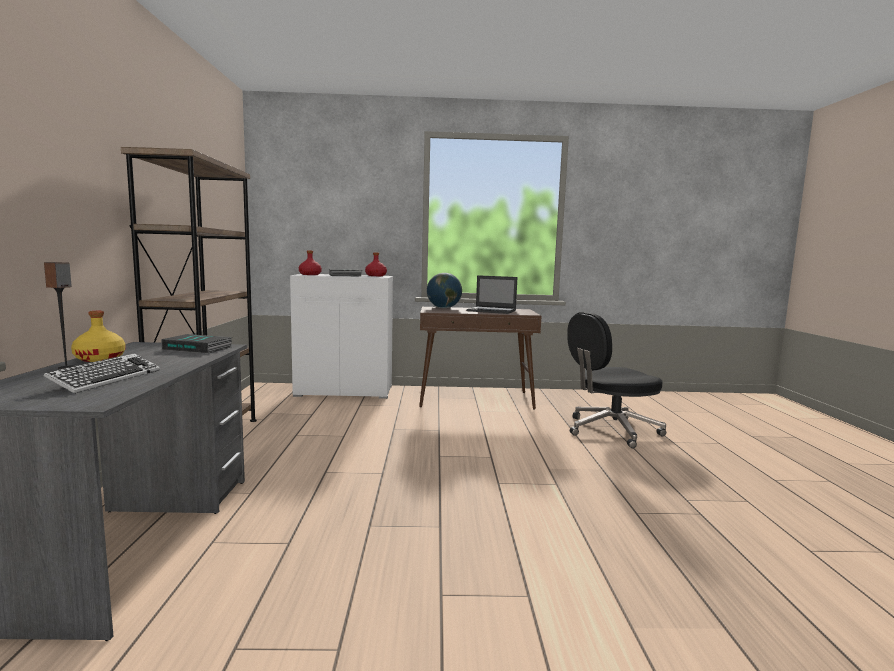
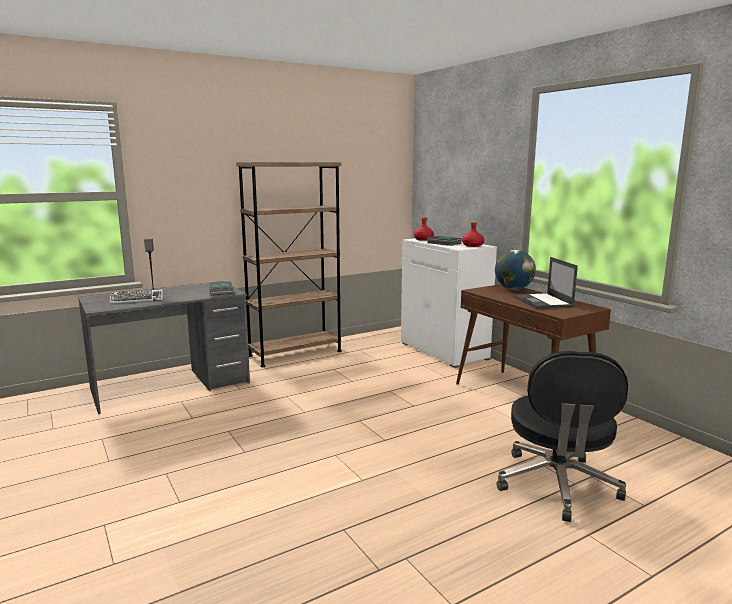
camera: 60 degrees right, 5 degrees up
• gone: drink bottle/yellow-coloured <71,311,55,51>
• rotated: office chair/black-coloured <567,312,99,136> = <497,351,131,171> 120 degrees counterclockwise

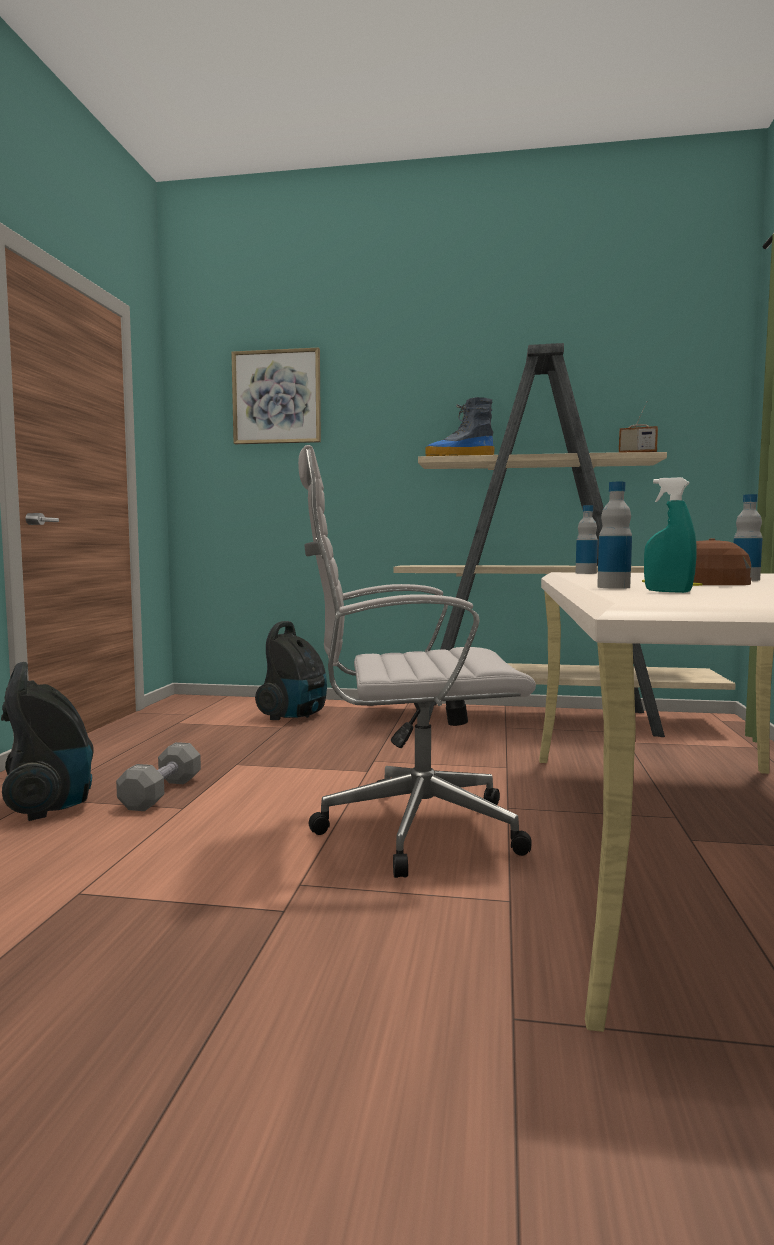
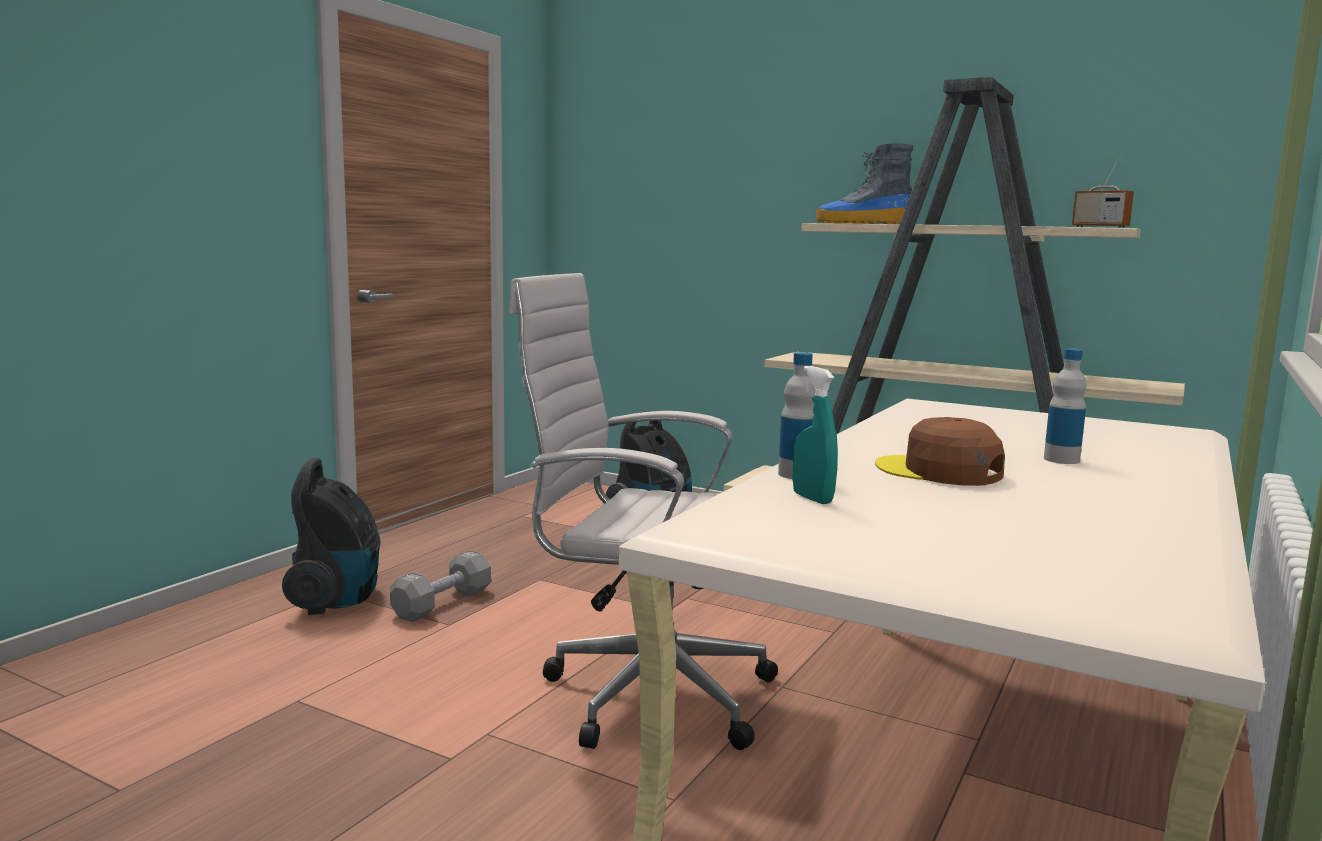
camera: 20 degrees right, 5 degrees up
• gone: wall art <231,348,90,96>
• gone: drink bottle <576,505,22,69>

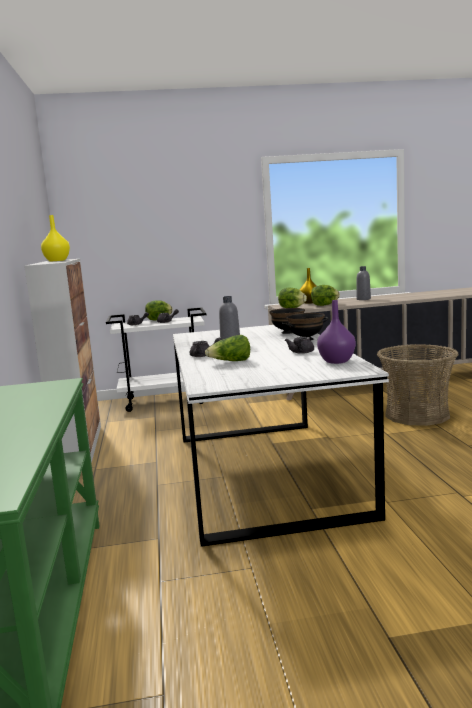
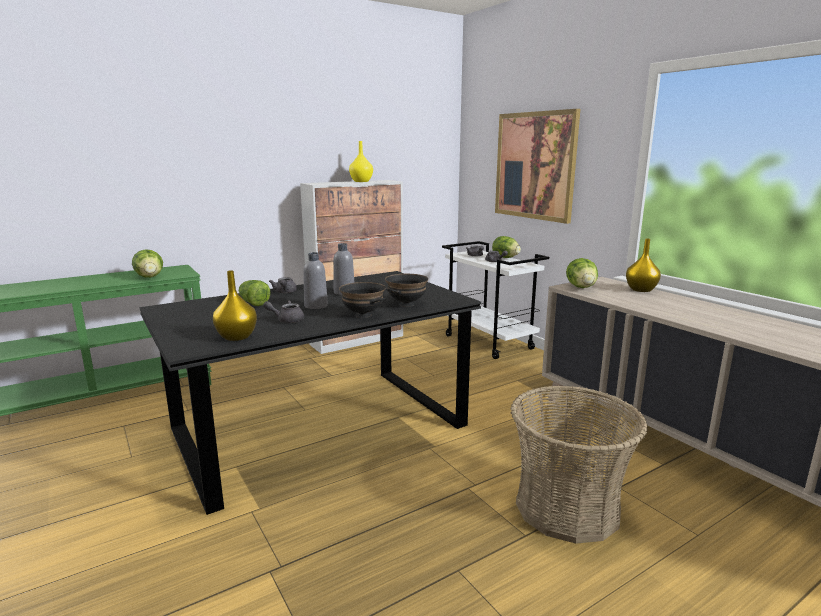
camera: 65 degrees right, 5 degrees up
• repainted: dining table/white-coloured <173,325,216,222> to dining table/black-coloured <140,271,341,244>
• shifted: lettuce <311,285,29,21> to <132,249,31,29>
• repainted: flower vase/purplish <317,300,39,64> to flower vase/yellow-coloured <213,270,44,71>
• shifted: drink bottle/grey <356,266,15,34> to <303,252,25,57>
• new: wall art <495,109,85,115>

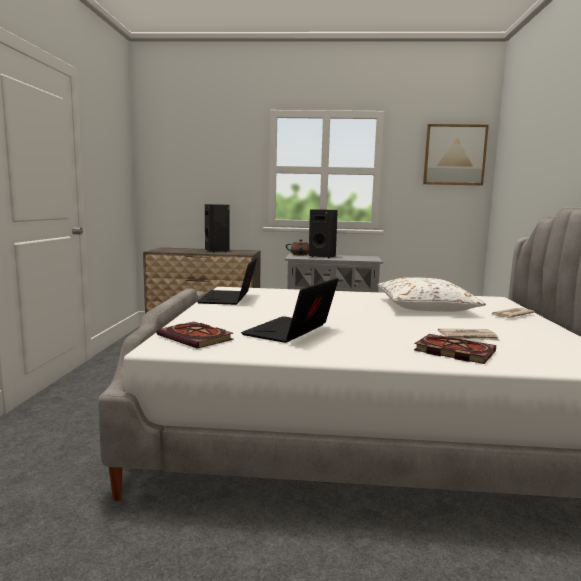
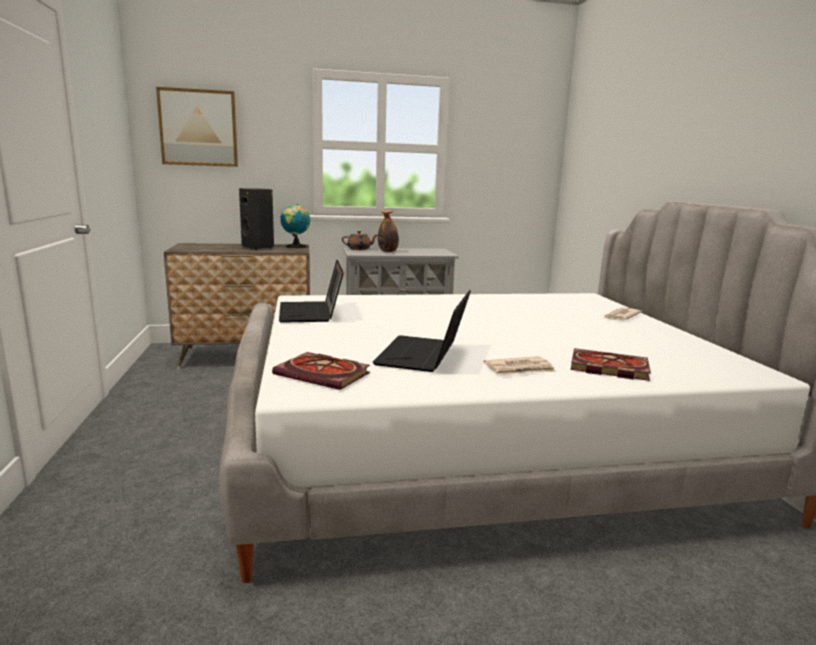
camera: 15 degrees left, 5 degrees up
• swapped: loudspeaker/black-coloured <309,209,29,50> to drink bottle <378,210,21,42>
• gone: throw pillow/white-coloured <377,277,109,35>
• shifted: wall art <423,124,66,61> to <156,87,82,80>
• shifted: daily paper <438,329,62,12> to <484,356,72,19>
• new: globe <281,204,29,44>

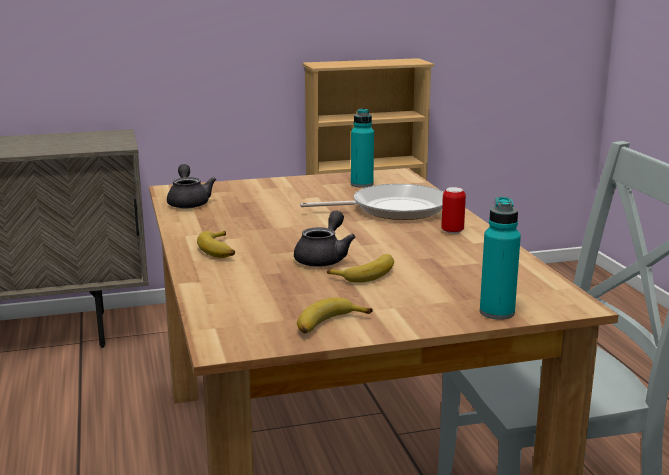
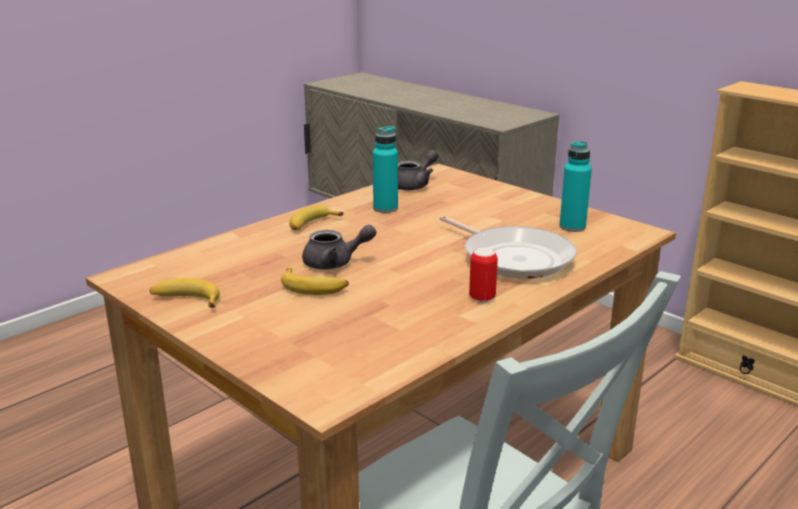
camera: 60 degrees right, 5 degrees up
• shifted: drink bottle/turquoise-coloured <480,197,41,123> to <373,126,25,87>

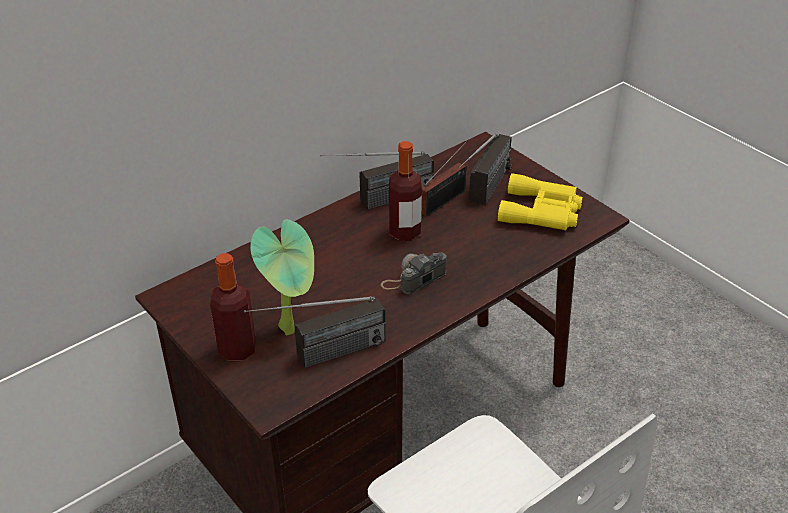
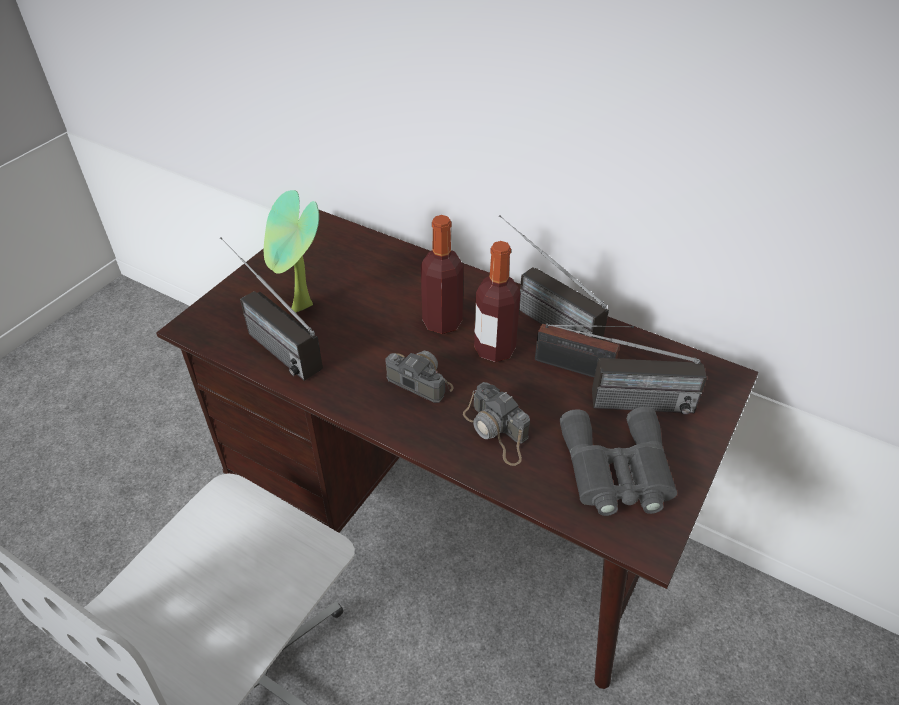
camera: 70 degrees right, 5 degrees up
• shifted: drink bottle <210,253,46,108> to <421,215,42,119>
• repainted: binoculars/yellow-coloured <498,173,85,57> to binoculars/grey <560,407,117,109>
• new: photo camera <463,382,67,84>

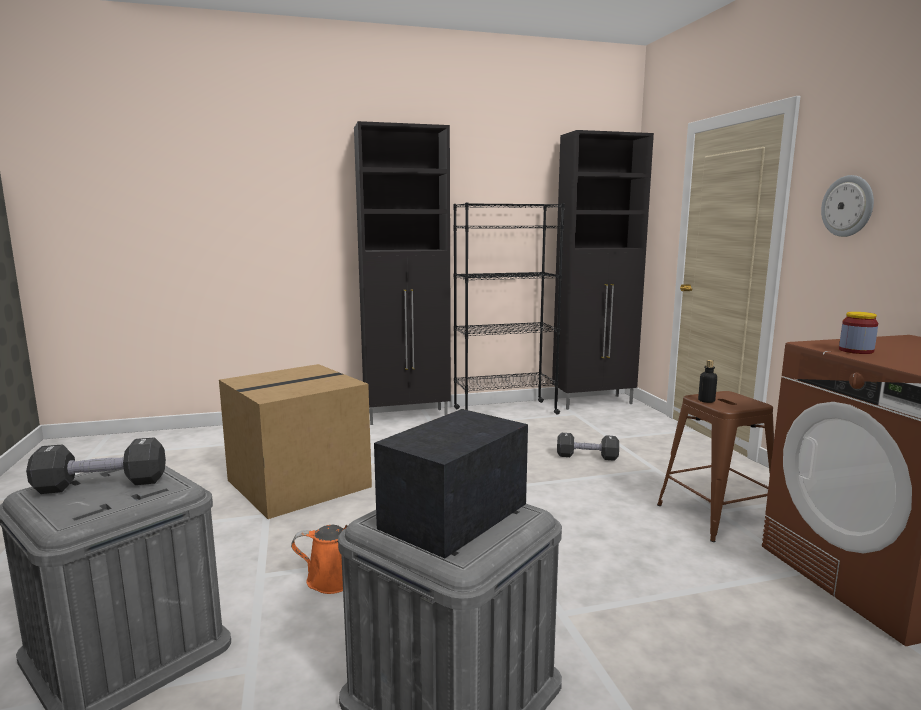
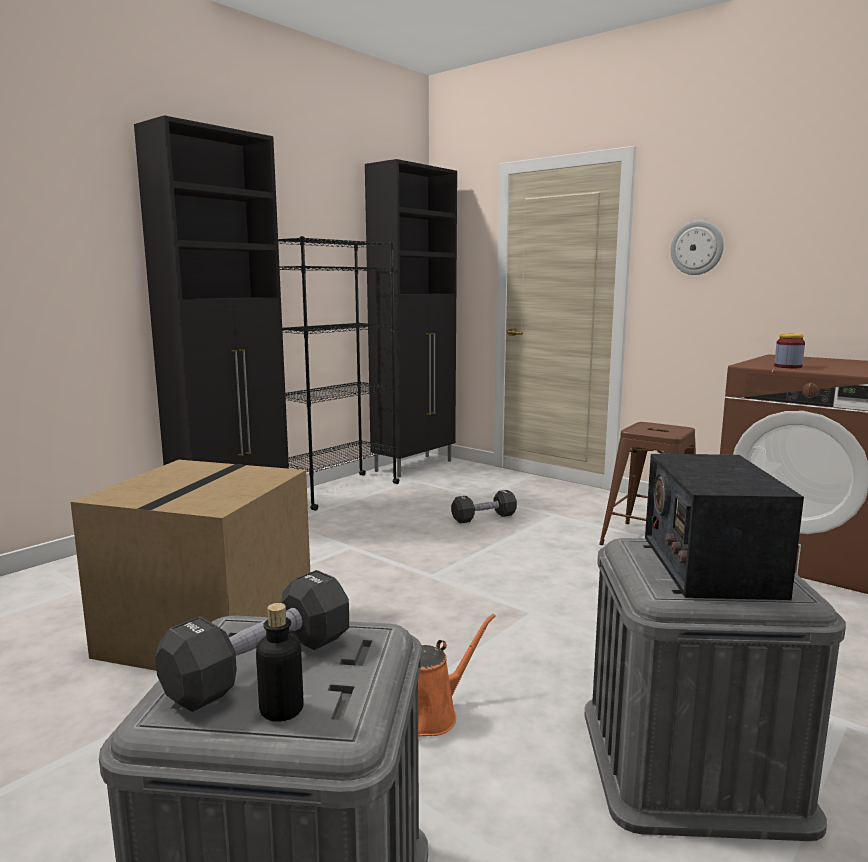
camera: 35 degrees left, 0 degrees up
• shifted: drink bottle <698,360,19,43> to <256,603,48,119>

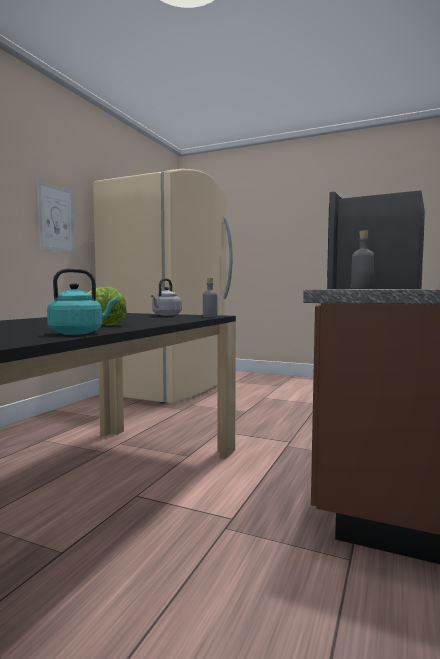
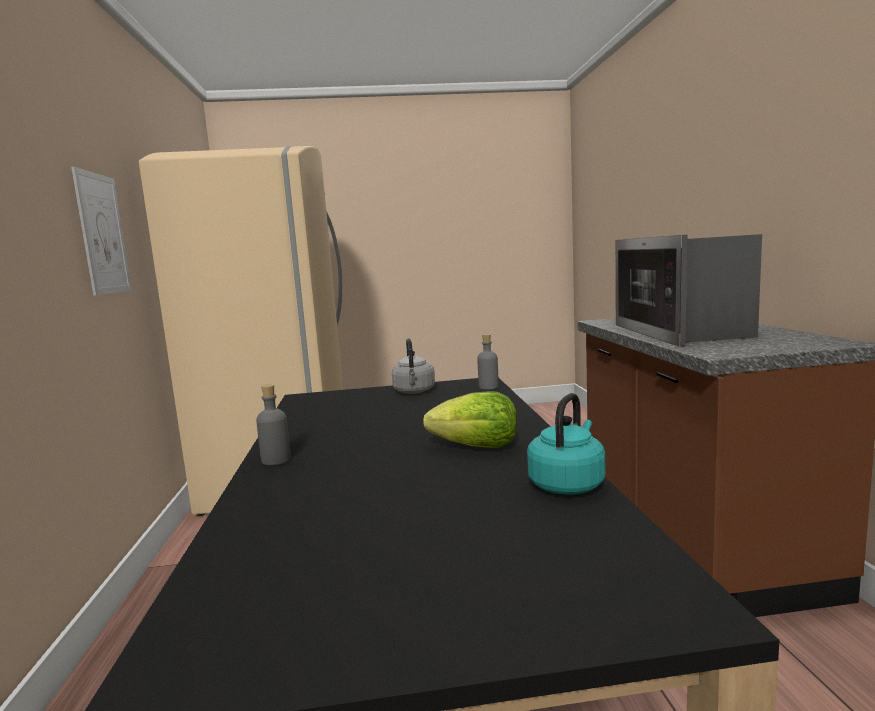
camera: 30 degrees left, 5 degrees up
• shifted: drink bottle/grey <351,230,24,59> to <256,384,35,81>

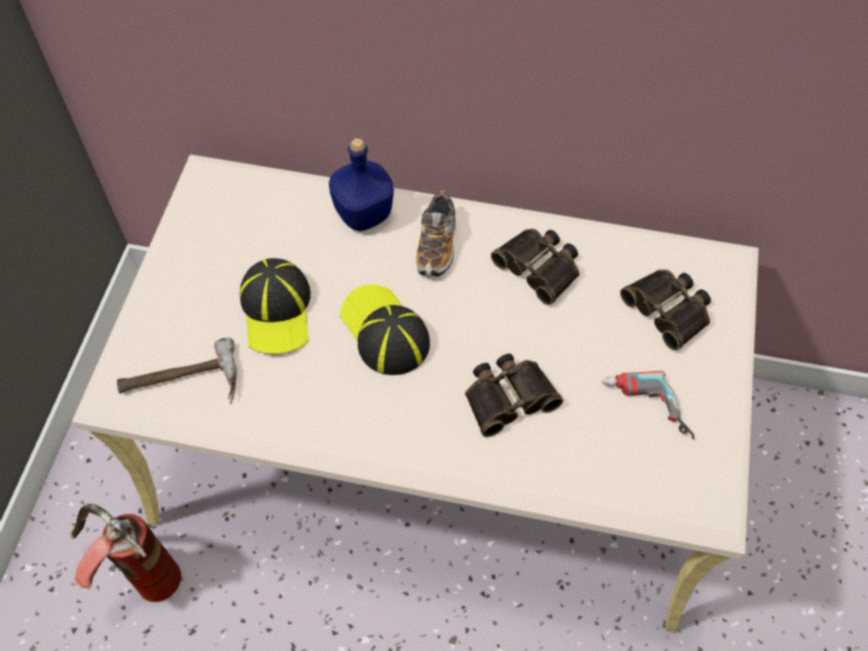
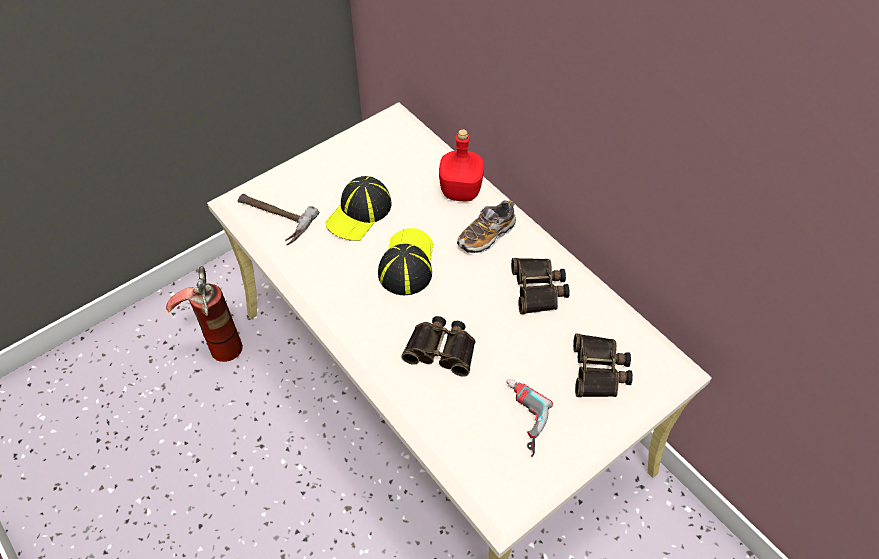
camera: 40 degrees right, 5 degrees down
• repainted: drink bottle/bluish <329,138,65,93> to drink bottle/red-coloured <439,129,45,72>

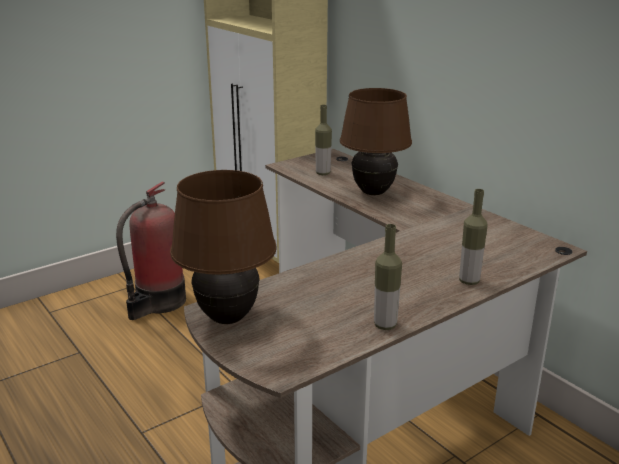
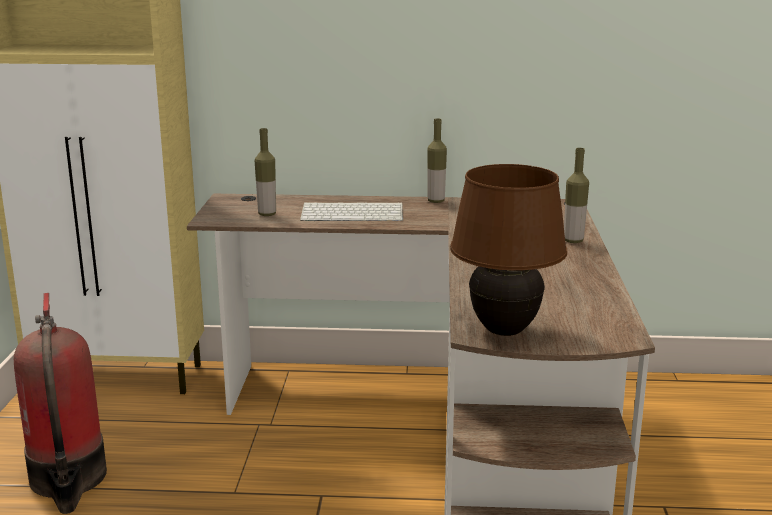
camera: 50 degrees left, 5 degrees down
• swapped: table lamp/brown <340,88,72,107> to keyboard <300,202,103,19>
• shifted: drink bottle <374,224,28,106> to <428,118,19,85>

